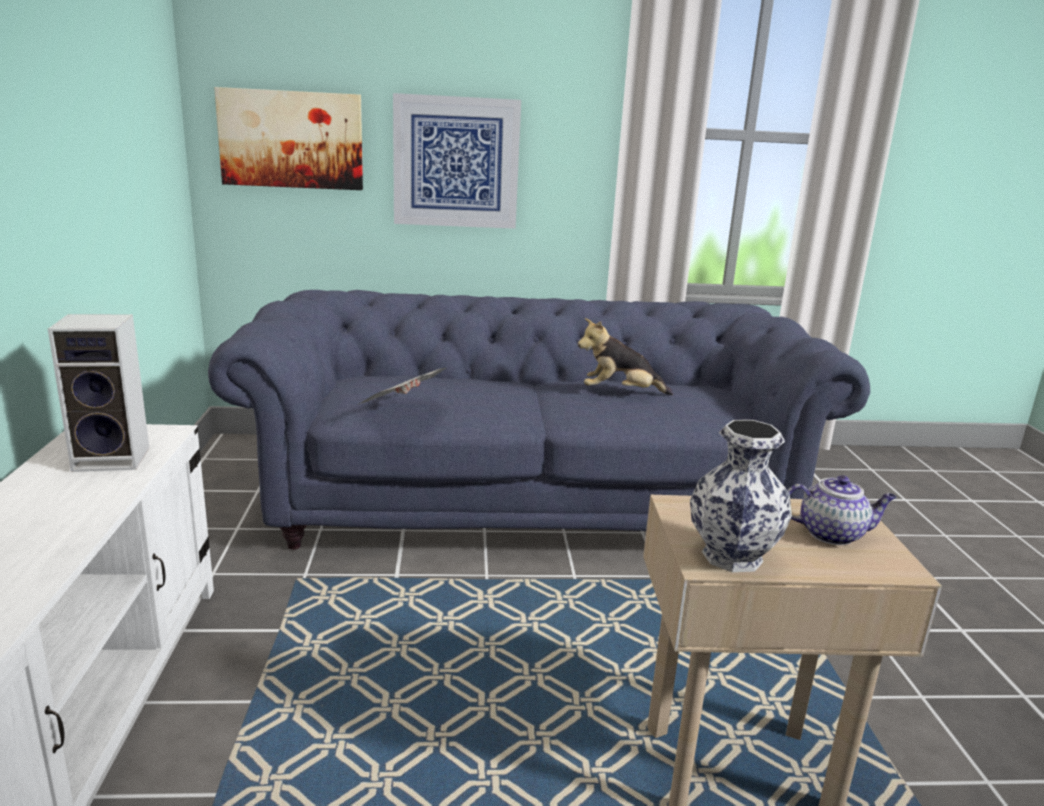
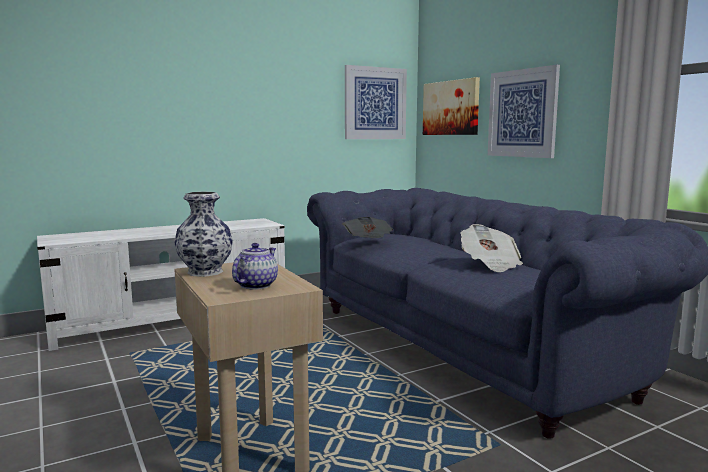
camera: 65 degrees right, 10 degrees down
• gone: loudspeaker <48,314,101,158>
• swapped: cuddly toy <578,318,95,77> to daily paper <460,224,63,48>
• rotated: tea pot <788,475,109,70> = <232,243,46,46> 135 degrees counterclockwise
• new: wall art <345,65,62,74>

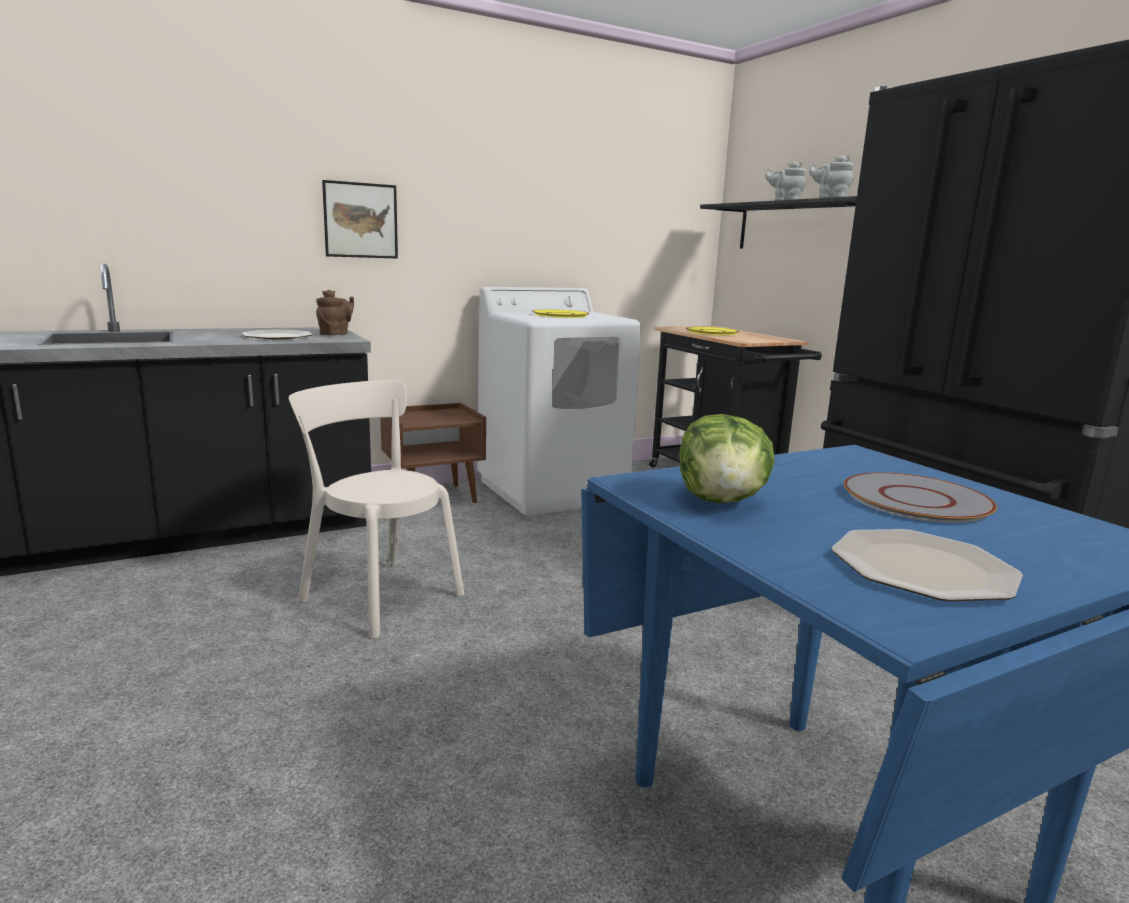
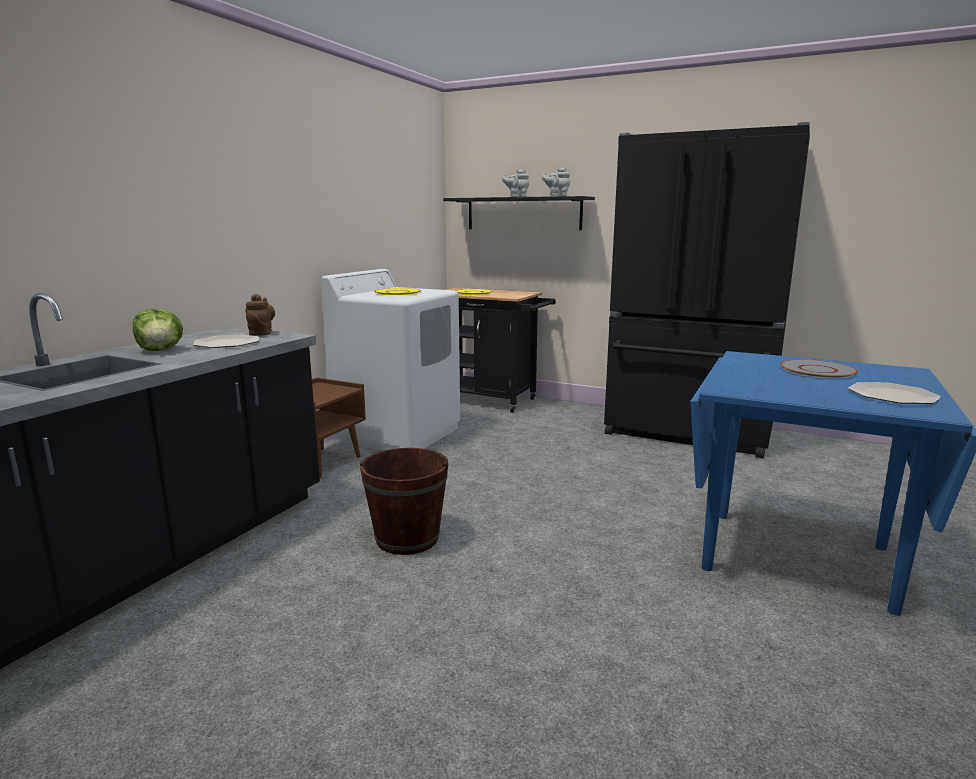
camera: 35 degrees left, 0 degrees up
• swapped: upright chair/beige-coloured <289,380,175,258> to pail/brown <360,448,89,107>
• gone: wall art <322,180,76,79>
• shifted: lettuce <679,414,96,89> to <133,309,50,42>

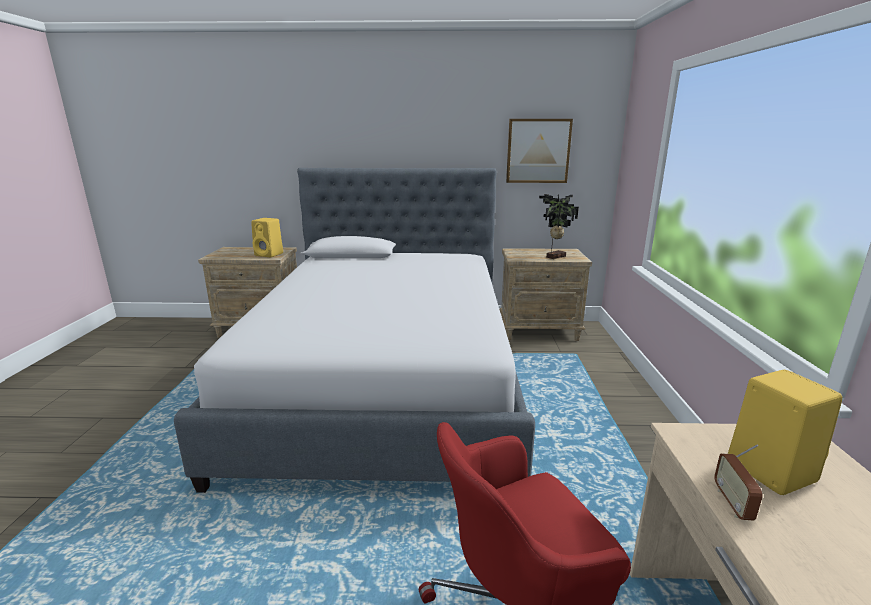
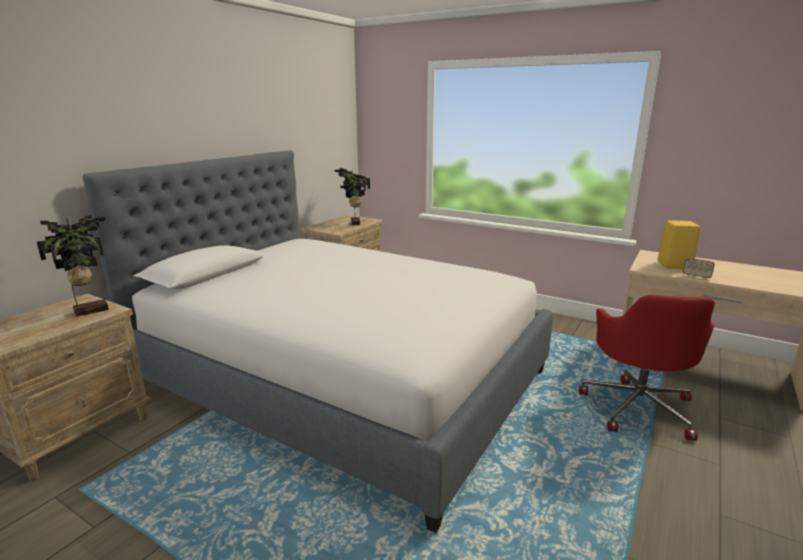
camera: 60 degrees left, 0 degrees up
• swapped: loudspeaker/yellow-coloured <251,218,32,39> to houseplant <37,215,72,102>
• gone: wall art <506,119,67,64>

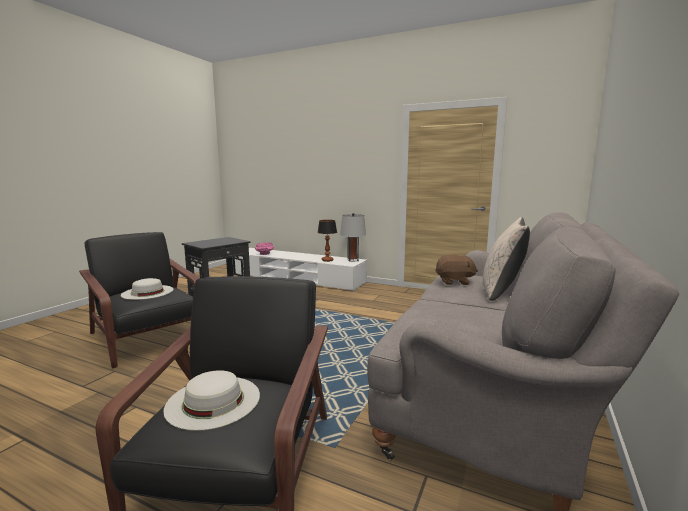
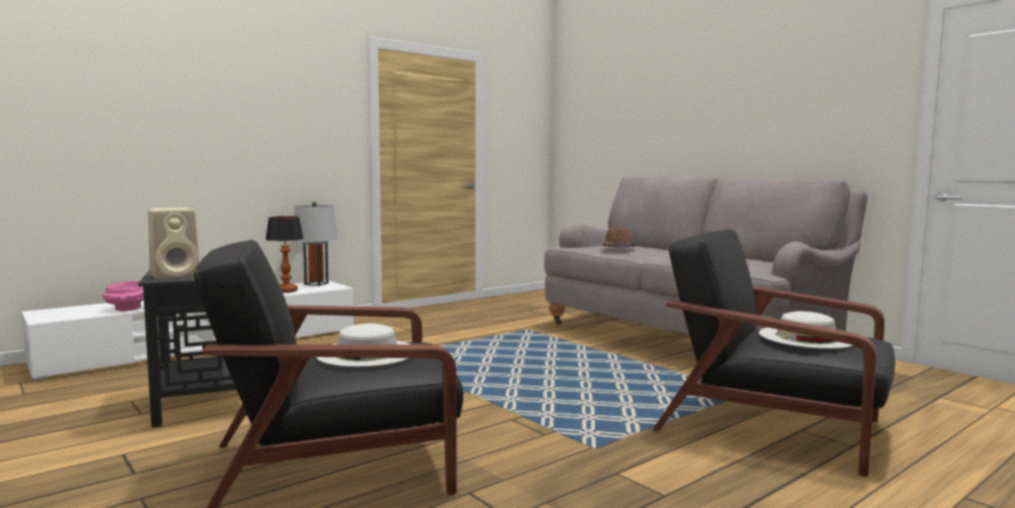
camera: 65 degrees left, 5 degrees down
• swapped: cuddly toy/brown <435,255,43,30> to hat/brown <601,228,35,19>
• gone: throw pillow/beige-coloured <483,217,47,84>
• new: loudspeaker/beige-coloured <148,208,51,71>

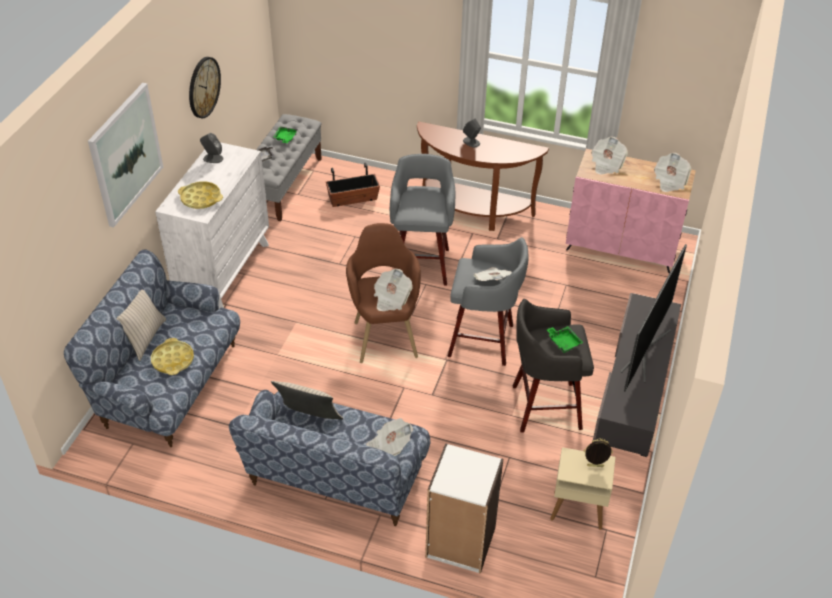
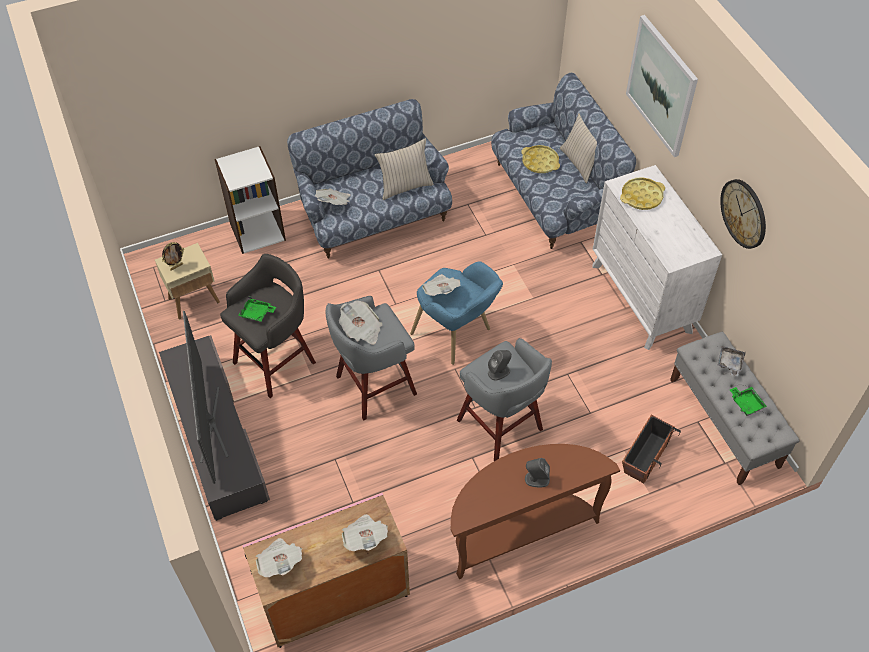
camera: 140 degrees right, 10 degrees up
• shifted: loudspeaker/grey <200,133,23,30> to <488,350,24,31>
• repainted: easy chair/brown <346,223,75,140> to easy chair/bluish <410,261,93,104>

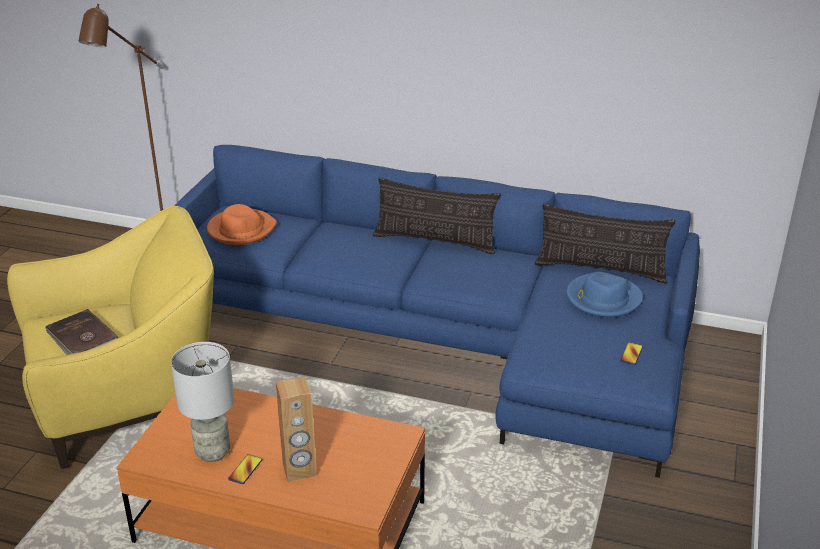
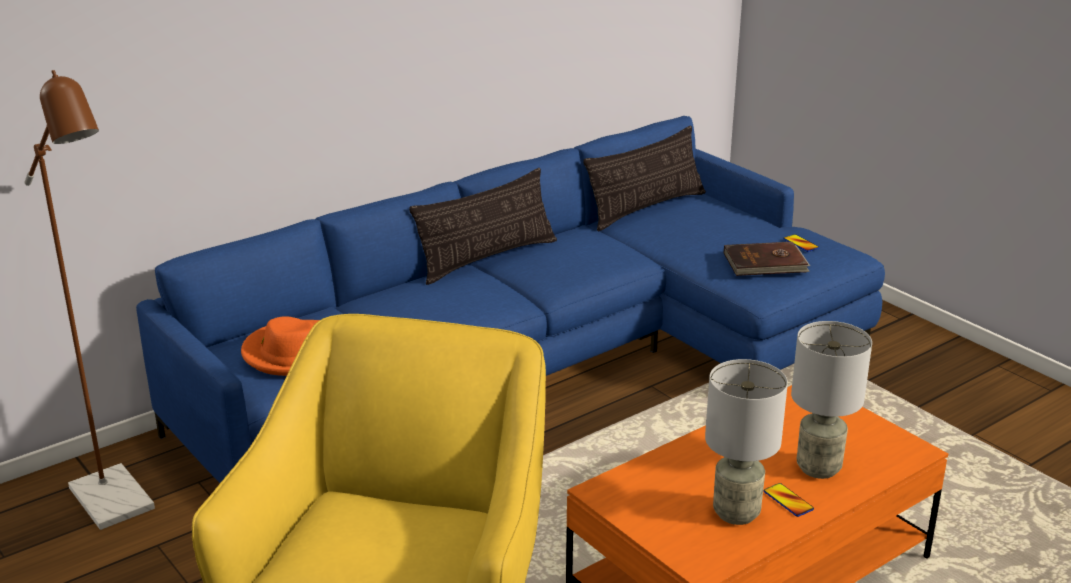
camera: 55 degrees left, 5 degrees down
• shifted: volume/brown <45,309,73,46> to <724,242,86,34>
• swapped: loudspeaker/brown <276,376,41,106> to table lamp/grey <791,321,81,158>
• gone: hat/bluish <566,272,77,46>

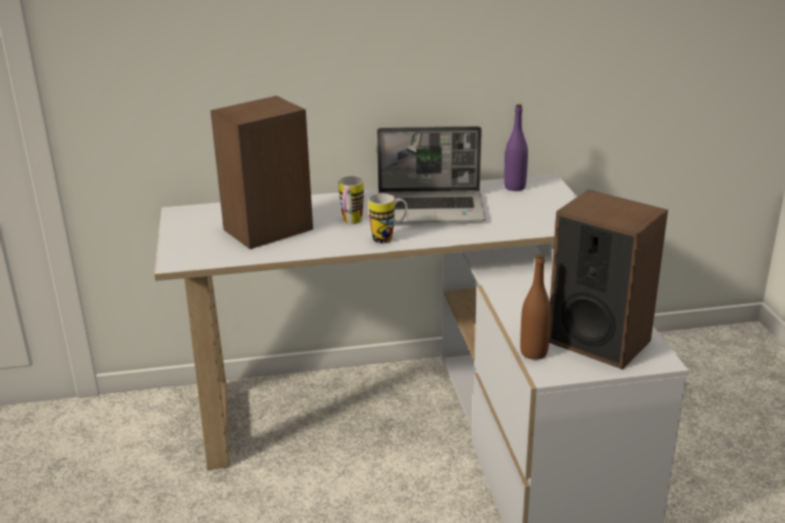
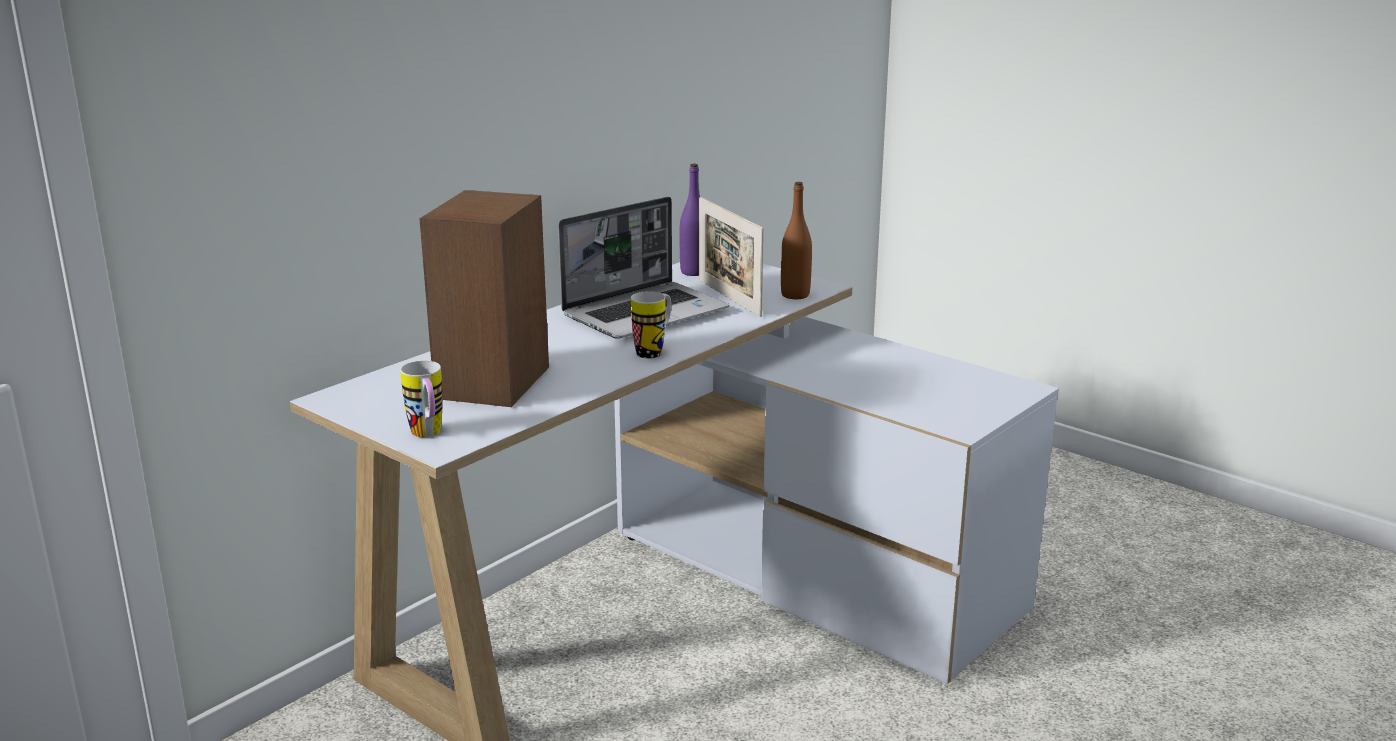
camera: 40 degrees left, 5 degrees down
• shifted: coffee mug <339,176,25,48> to <400,361,43,76>
• shifted: drink bottle/brown <520,254,31,106> to <781,182,31,117>
• gone: loudspeaker <549,190,119,180>
• new: picture frame <699,197,65,120>

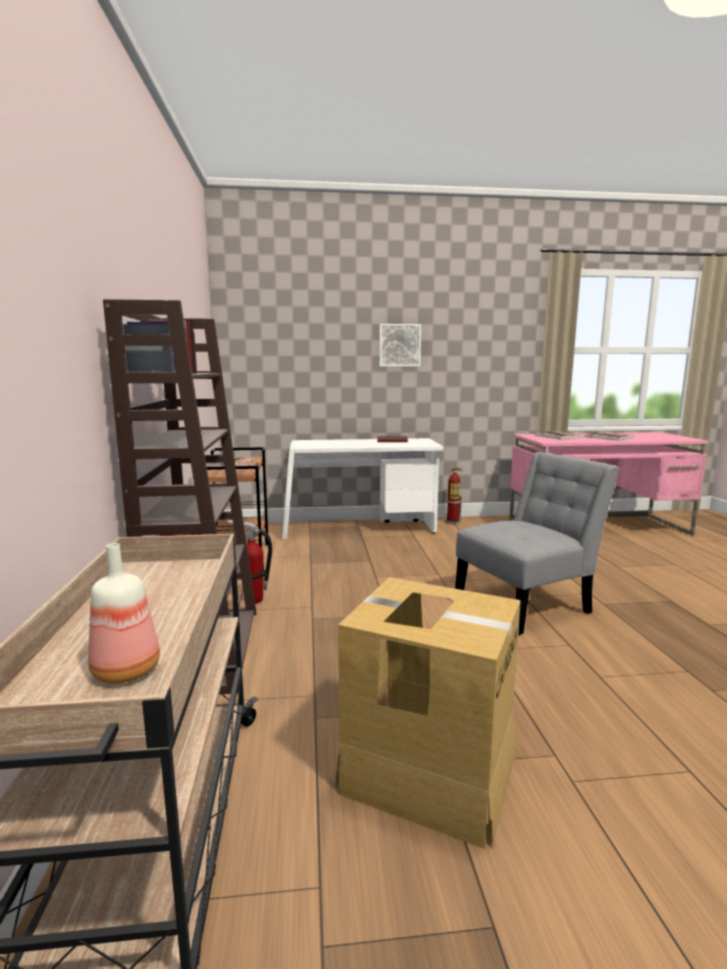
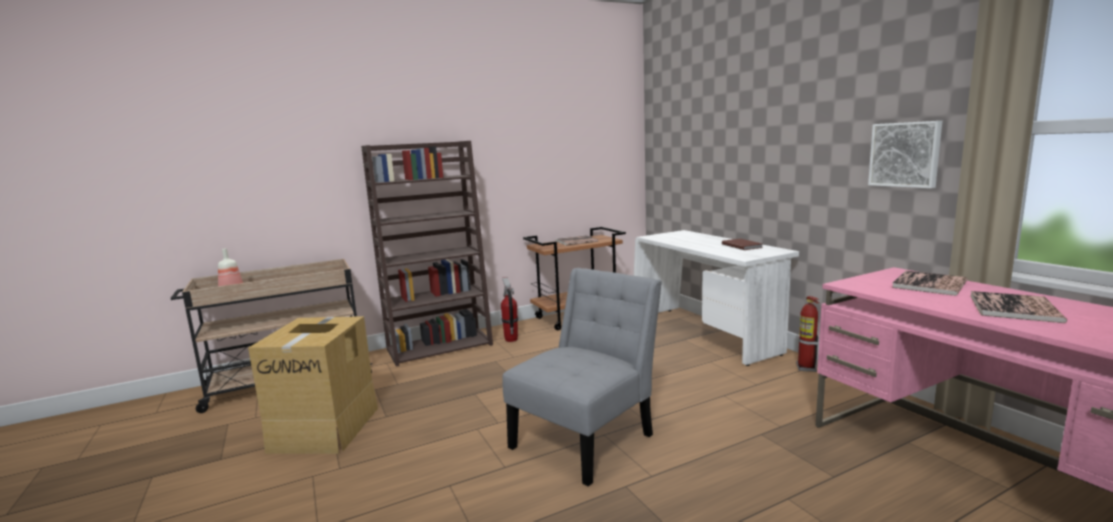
camera: 70 degrees right, 0 degrees up
• shifted: wall art <379,324,42,42> to <868,121,74,67>
• rotated: upright chair/grey <455,452,164,183> = <502,268,160,218> 90 degrees counterclockwise

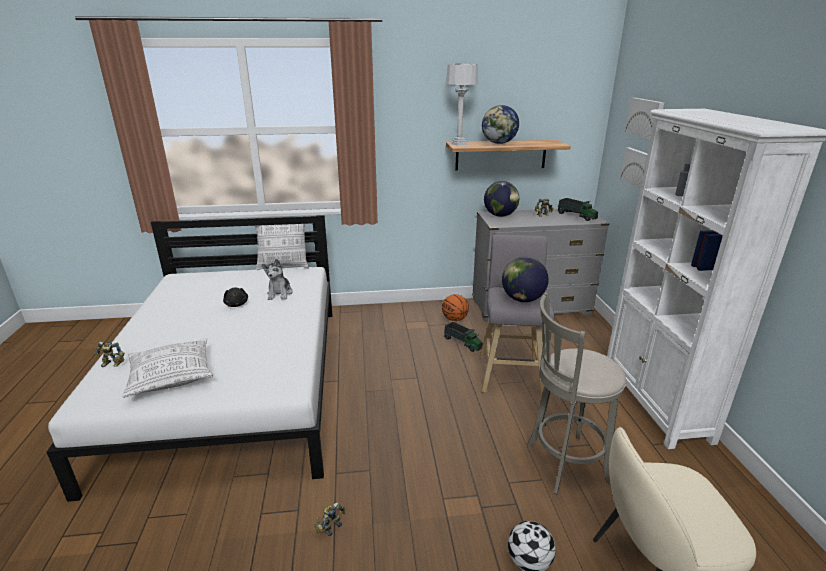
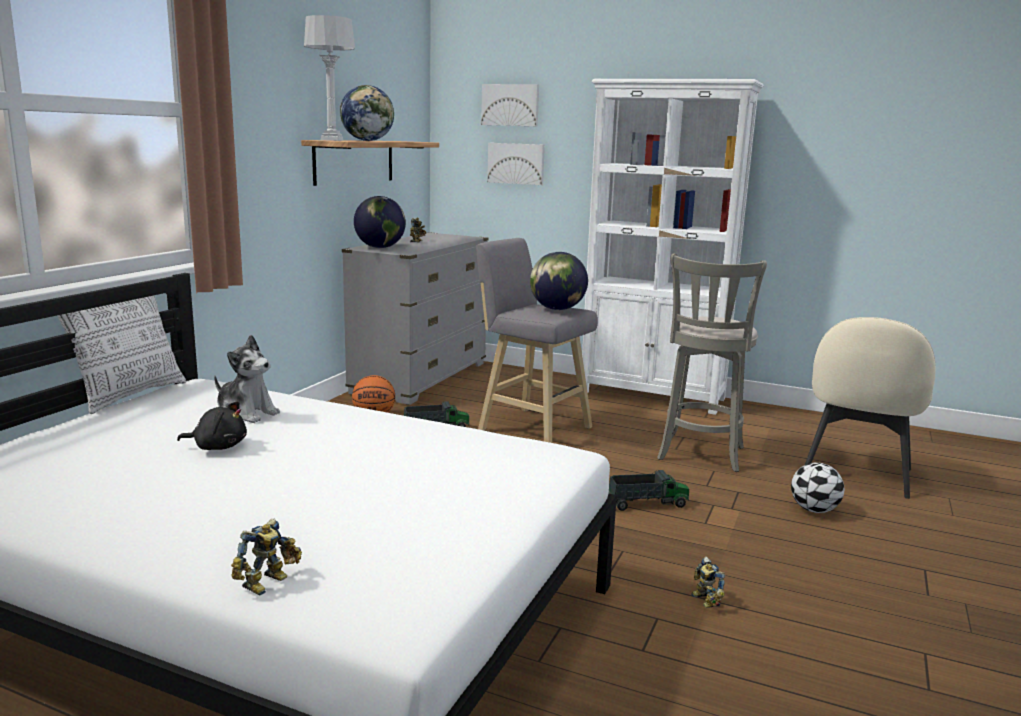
camera: 60 degrees left, 10 degrees down
• gone: throw pillow <122,338,91,60>
• shifted: model truck <558,198,40,23> to <609,470,80,41>

